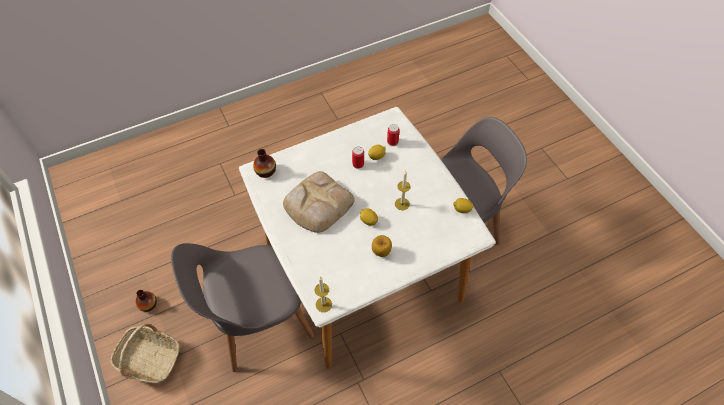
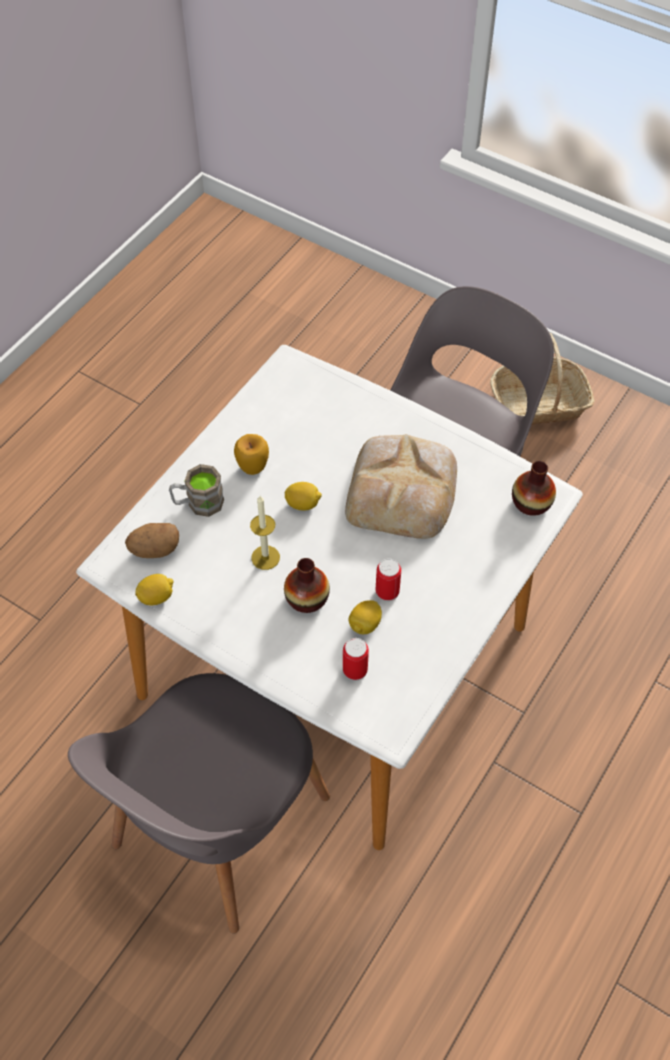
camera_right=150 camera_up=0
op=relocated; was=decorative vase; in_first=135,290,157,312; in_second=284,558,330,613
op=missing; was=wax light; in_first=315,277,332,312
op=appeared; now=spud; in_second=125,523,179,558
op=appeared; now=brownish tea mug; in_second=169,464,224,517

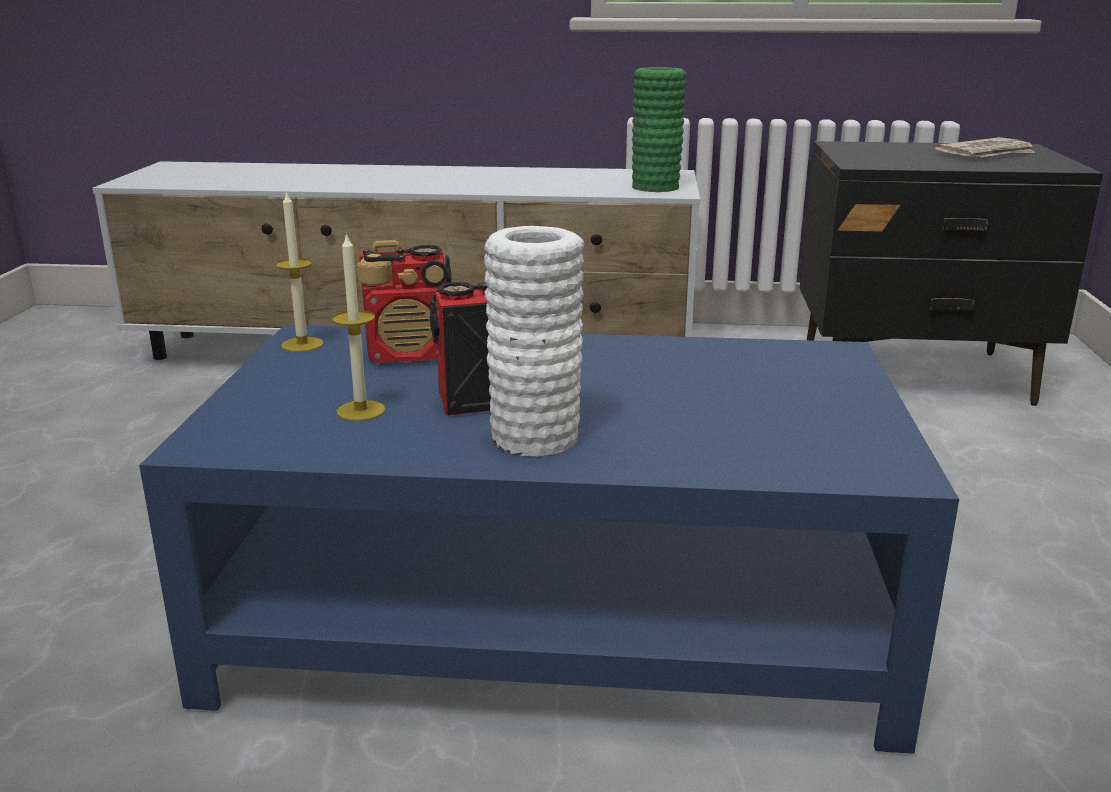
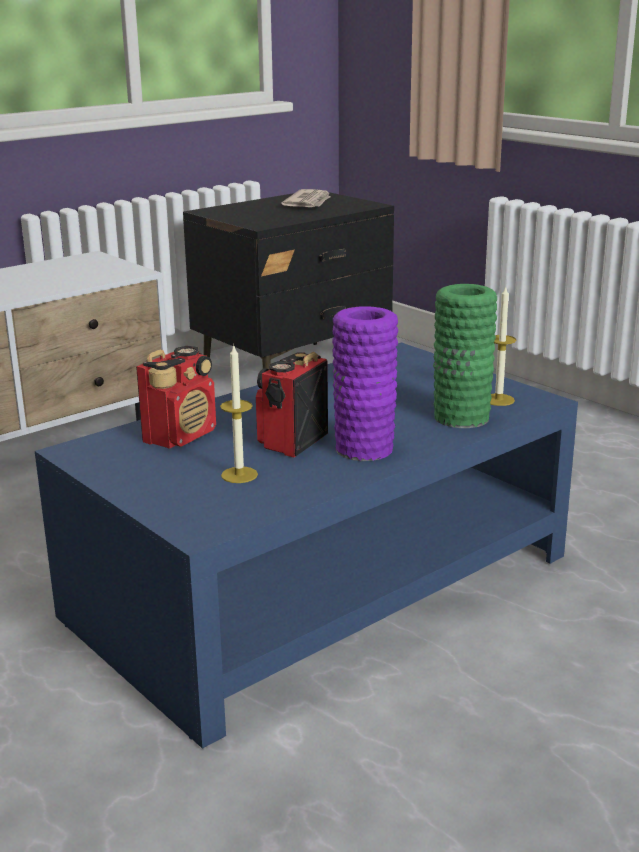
camera_right=-45 camera_up=0
op=relocated; was=wax light; in_first=275,190,324,352; in_second=490,286,516,406
op=colour; was=whitish decorative vase; now=purplish decorative vase; in_first=484,226,584,456; in_second=332,306,398,461
op=relocated; was=green decorative vase; in_first=632,67,686,192; in_second=433,284,497,428

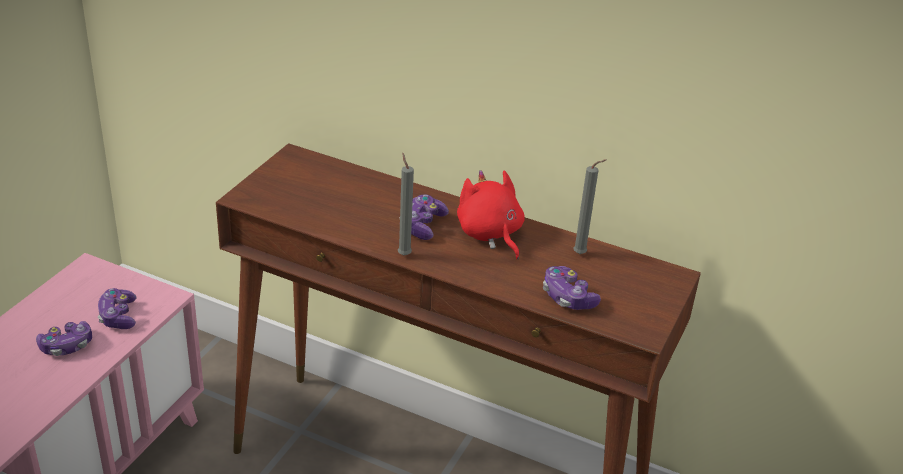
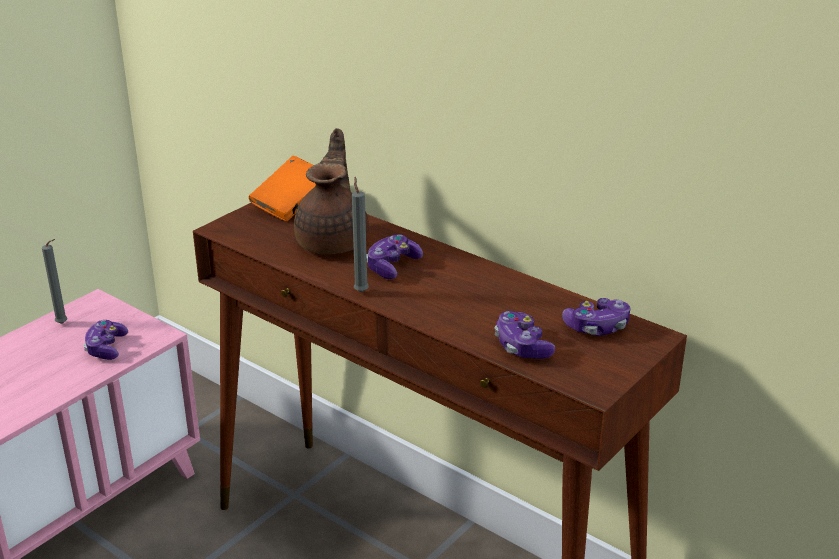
camera_right=15 camera_up=-5
op=relocated; was=gamepad; in_first=36,321,92,356; in_second=562,298,631,336
op=missing; was=red-coloured plush toy; in_first=457,170,525,259
op=relocated; was=greyish wax light; in_first=573,159,606,254; in_second=42,239,67,324
op=appeared; now=orange-coloured book; in_second=249,156,316,221
op=appeared; now=brownish tea pot; in_second=294,128,369,254

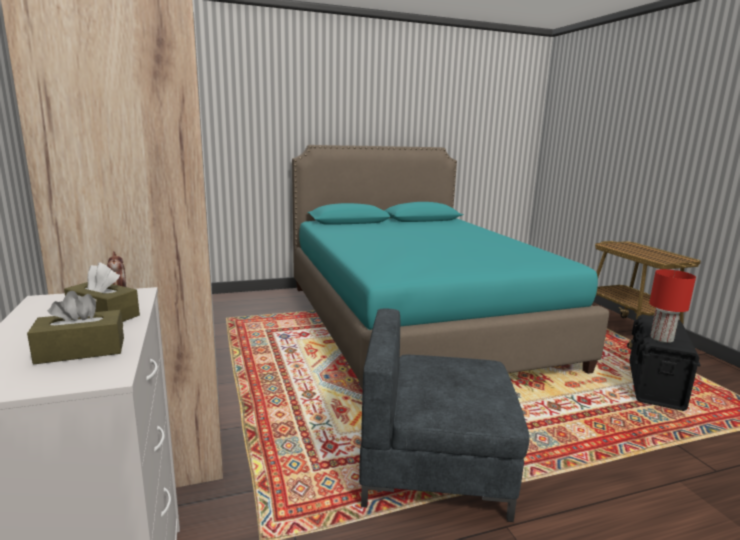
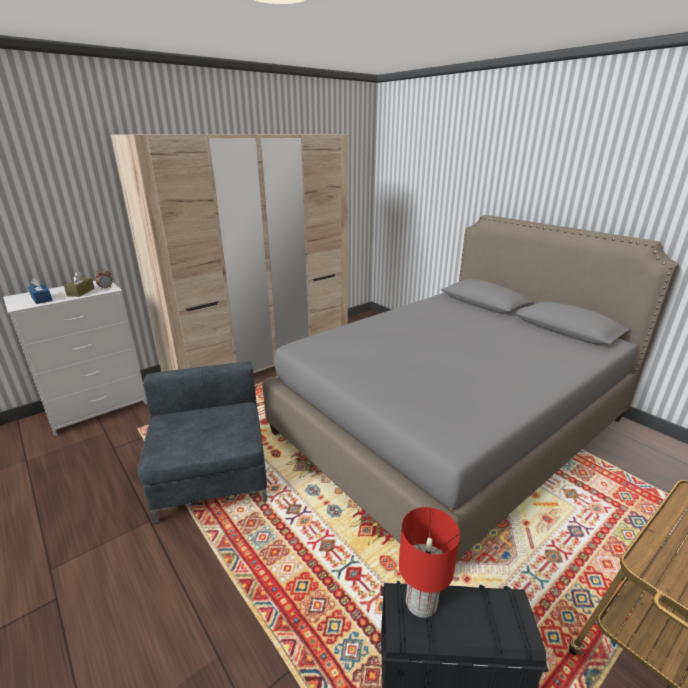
camera_right=70 camera_up=10
op=colour; was=brownish tissue holder; now=blue tissue holder; in_first=27,291,124,364; in_second=28,278,53,304
op=colour; was=turquoise-coloured sleeping bed; now=greyish sleeping bed; in_first=292,145,609,390; in_second=262,215,679,561

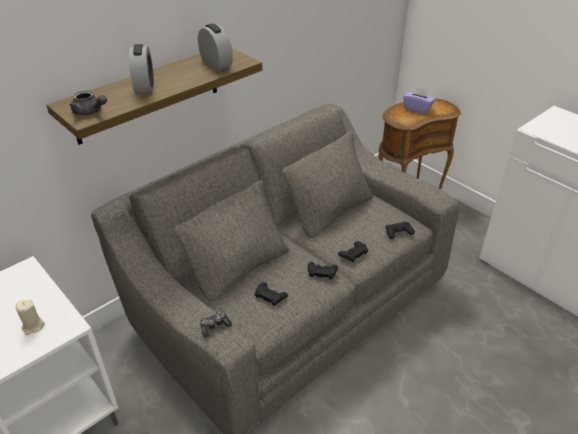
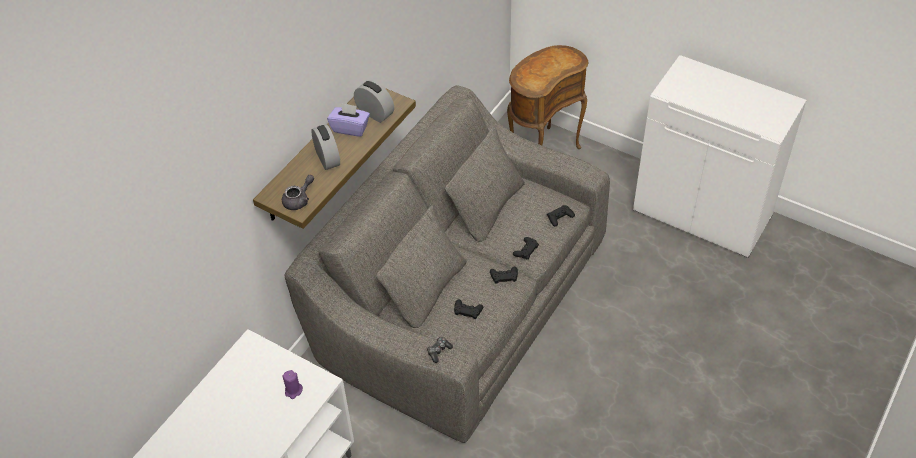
camera_right=-15 camera_up=10
op=colour; was=beige-coloured wax light; now=purplish wax light; in_first=16,300,45,335; in_second=283,370,303,399
op=spun; was=greyish tea pot; in_first=70,90,107,116; in_second=282,175,314,210; clockwise=-60
op=relocated; was=purplish tissue holder; in_first=403,87,435,114; in_second=327,103,370,137

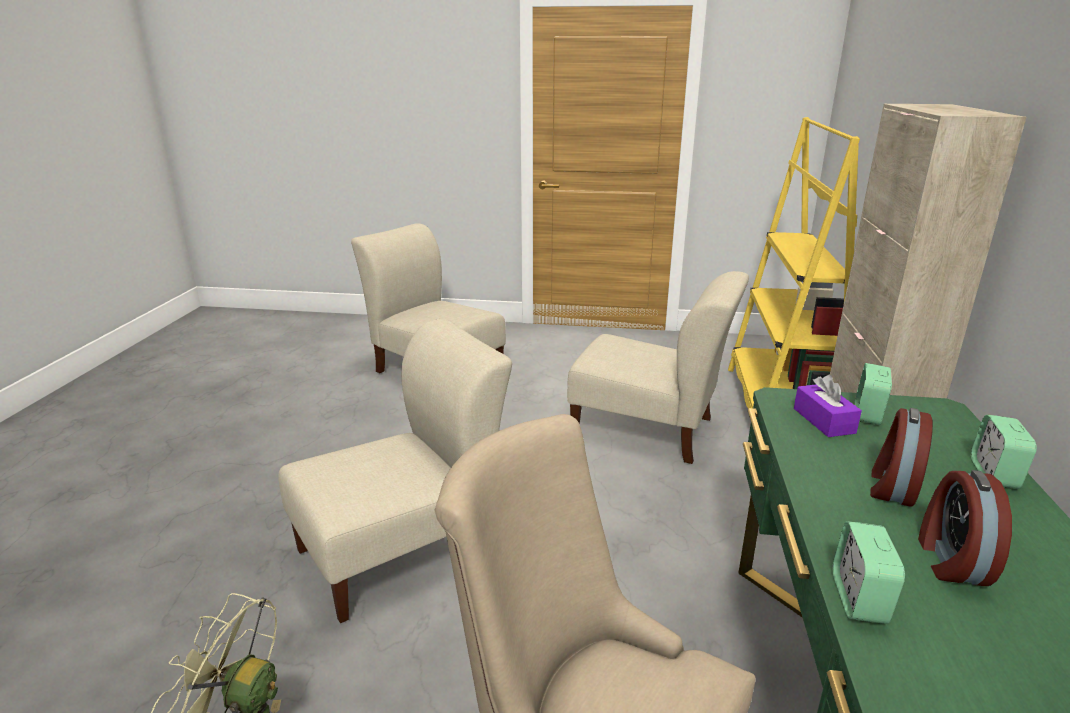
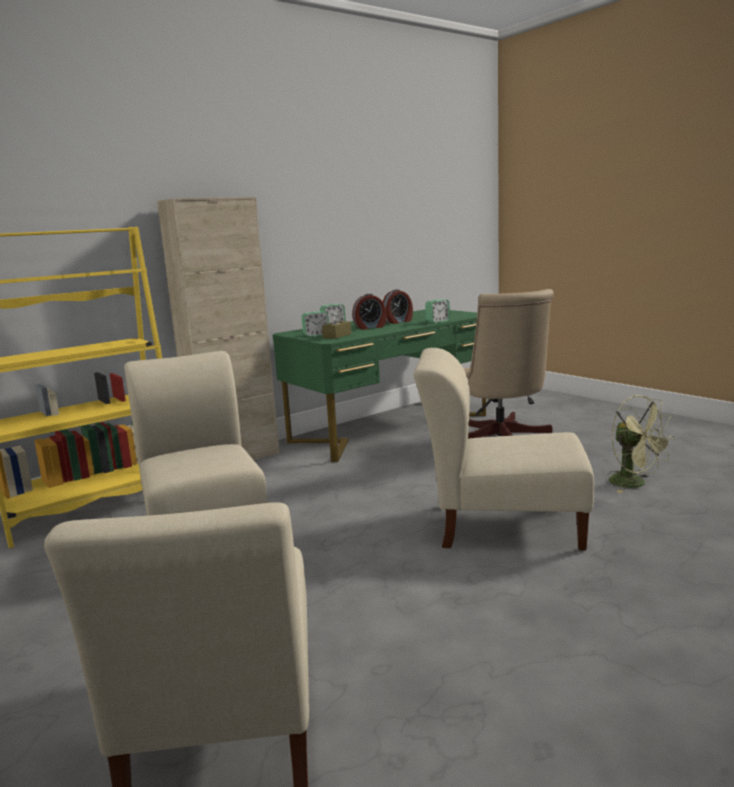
camera_right=-135 camera_up=-10
op=colour; was=purplish tissue holder; now=brownish tissue holder; in_first=794,375,862,437; in_second=322,311,351,339

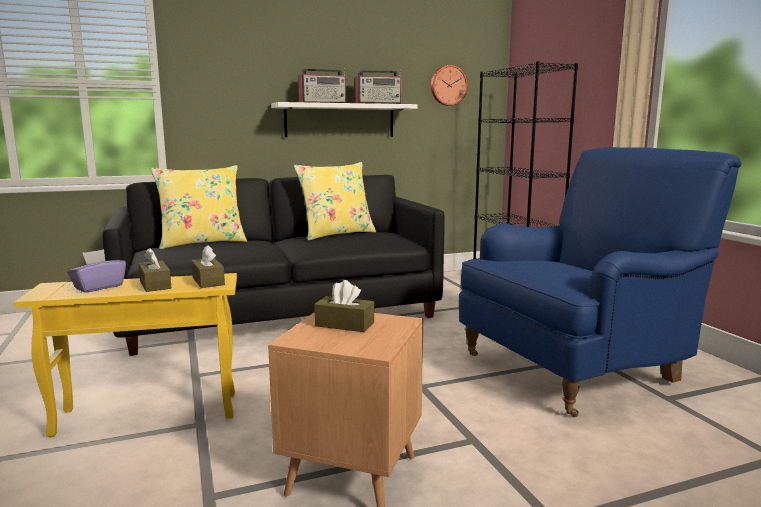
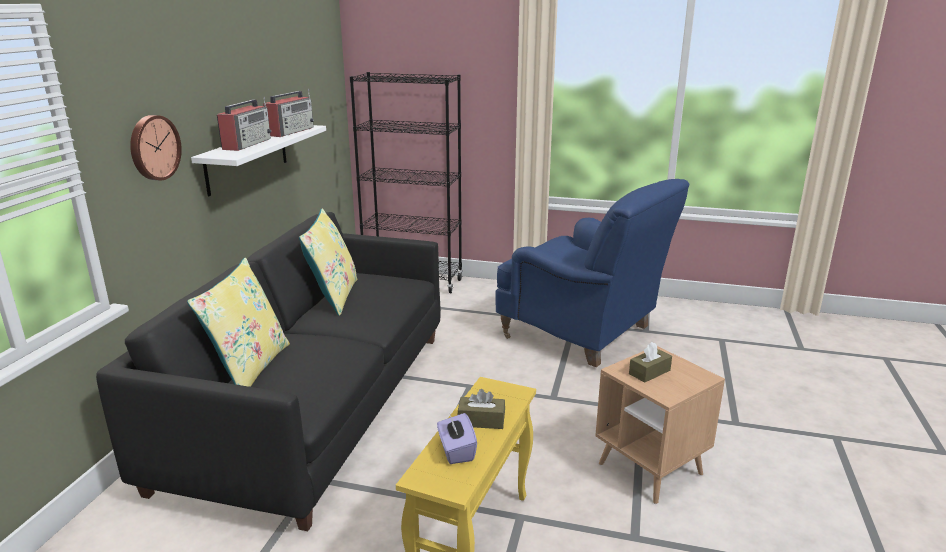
camera_right=-55 camera_up=10
op=missing; was=brownish tissue holder; in_first=191,245,225,288
op=relocated; was=clock on the wall; in_first=431,65,468,106; in_second=130,115,182,180
op=spun; was=blue lounge chair; in_first=459,147,742,417; in_second=495,179,689,367; clockwise=120

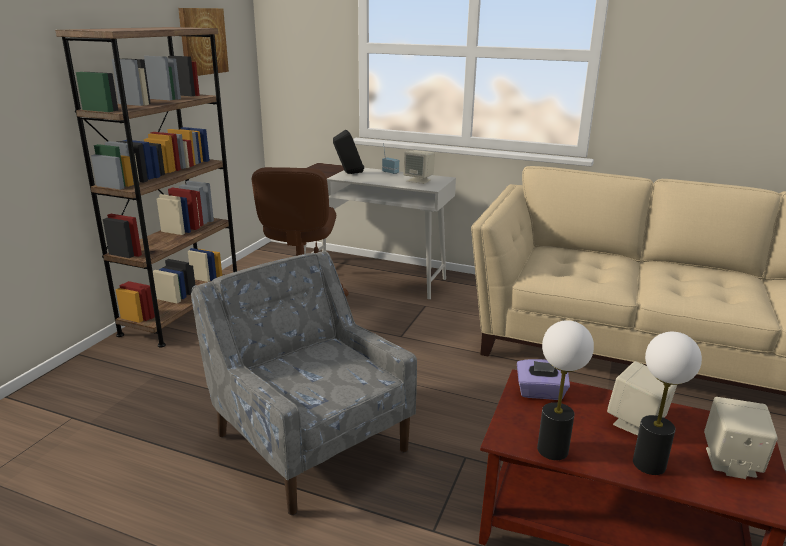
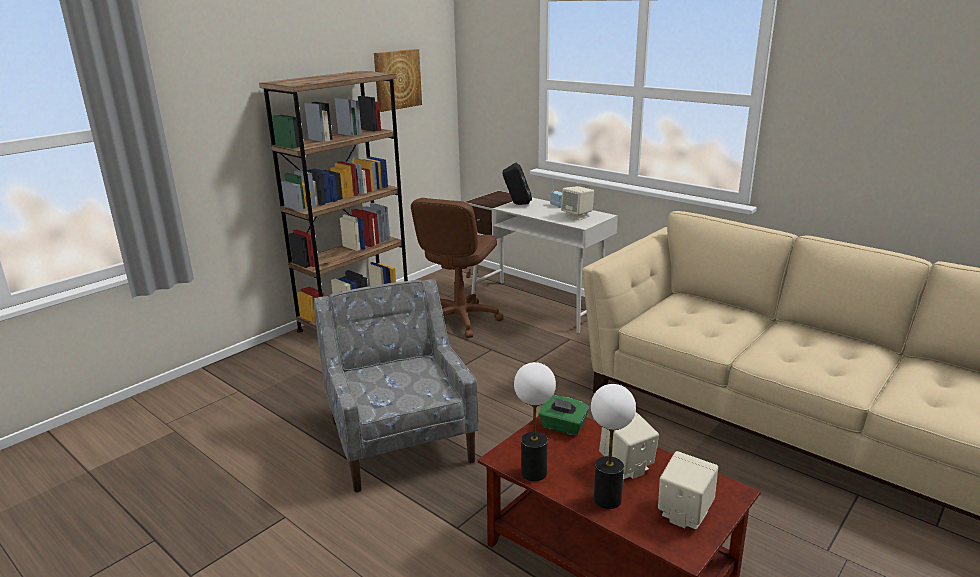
camera_right=20 camera_up=0
op=colour; was=purplish tissue holder; now=green tissue holder; in_first=517,359,570,400; in_second=538,395,589,436

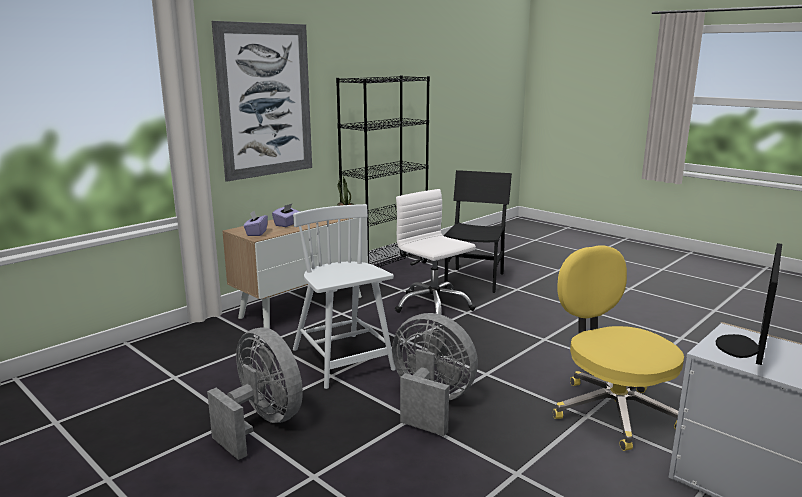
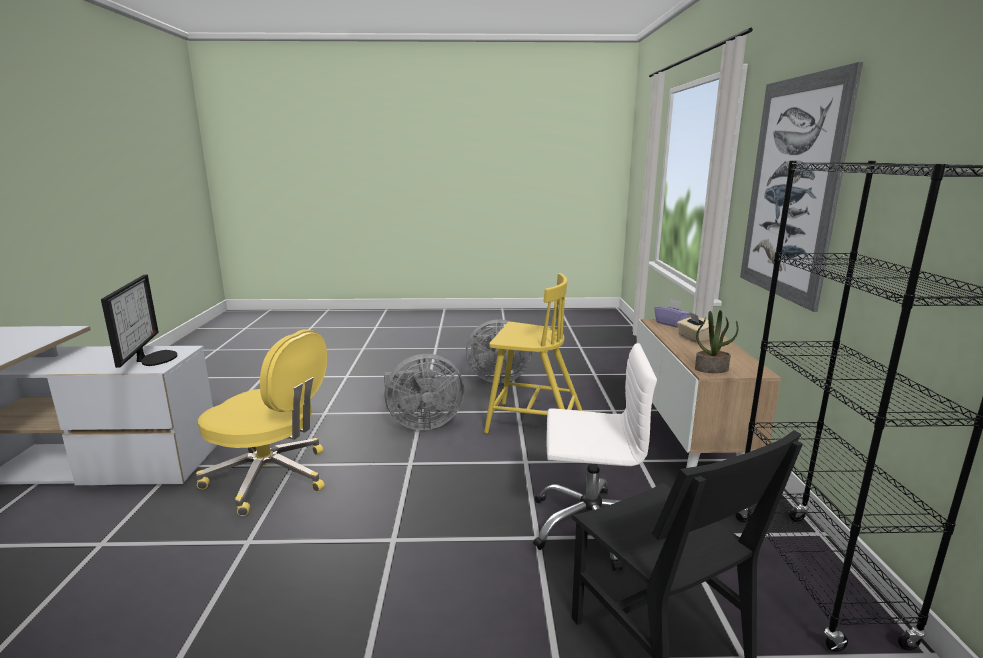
camera_right=135 camera_up=0
op=colour; was=purplish tissue holder; now=beige-coloured tissue holder; in_first=272,204,300,227; in_second=677,312,715,343
op=colour; was=whitish chair; now=yellowish chair; in_first=293,204,396,389; in_second=484,273,583,434

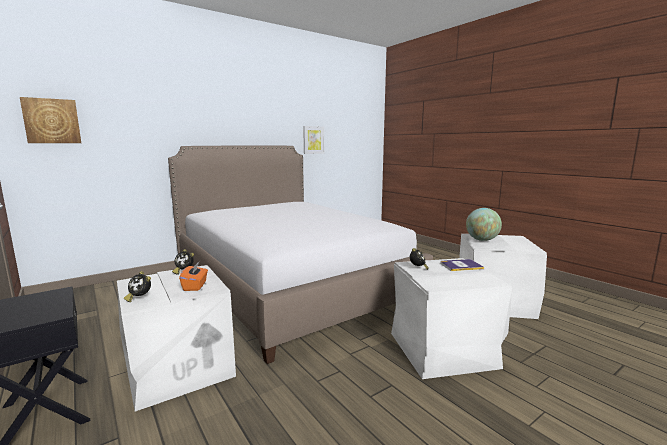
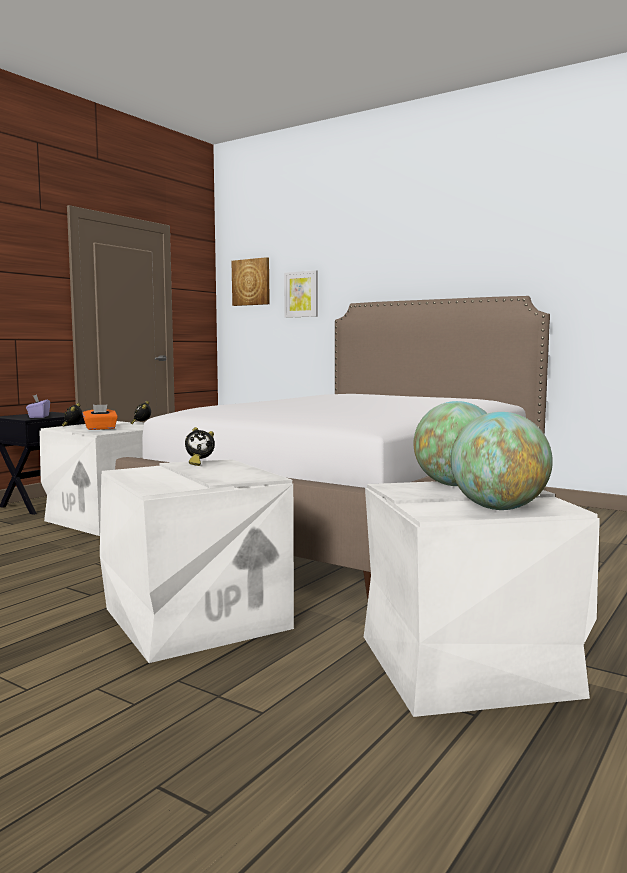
camera_right=70 camera_up=-5
op=relocated; was=wall art; in_first=303,126,324,154; in_second=284,270,318,318
op=missing; was=book; in_first=440,259,484,271
op=appeared; now=purplish tissue holder; in_second=26,394,50,418
op=appeared; now=world globe; in_second=451,412,553,510

